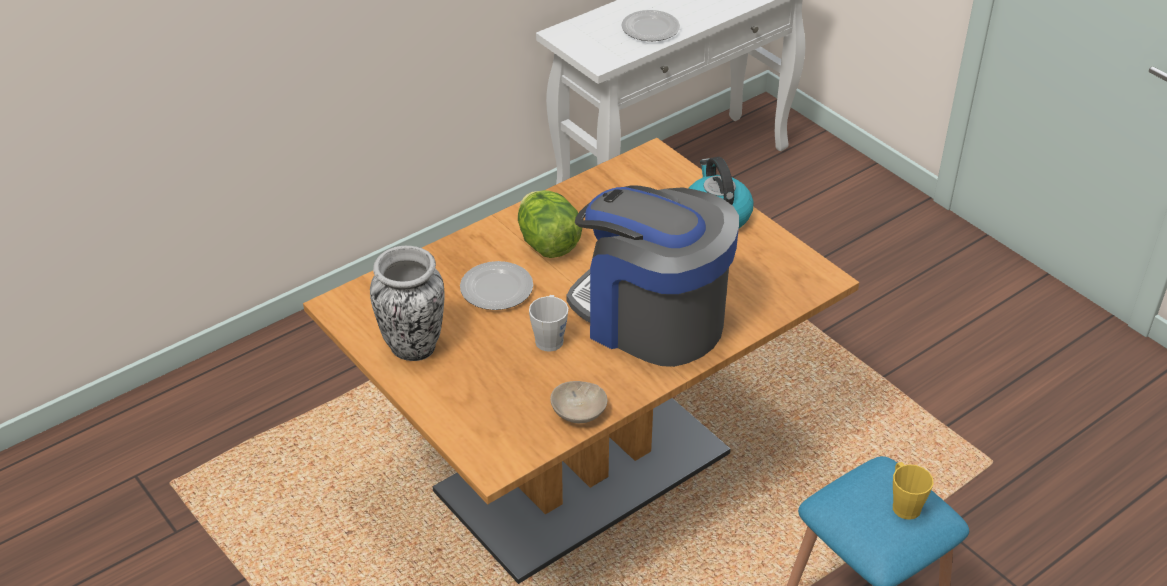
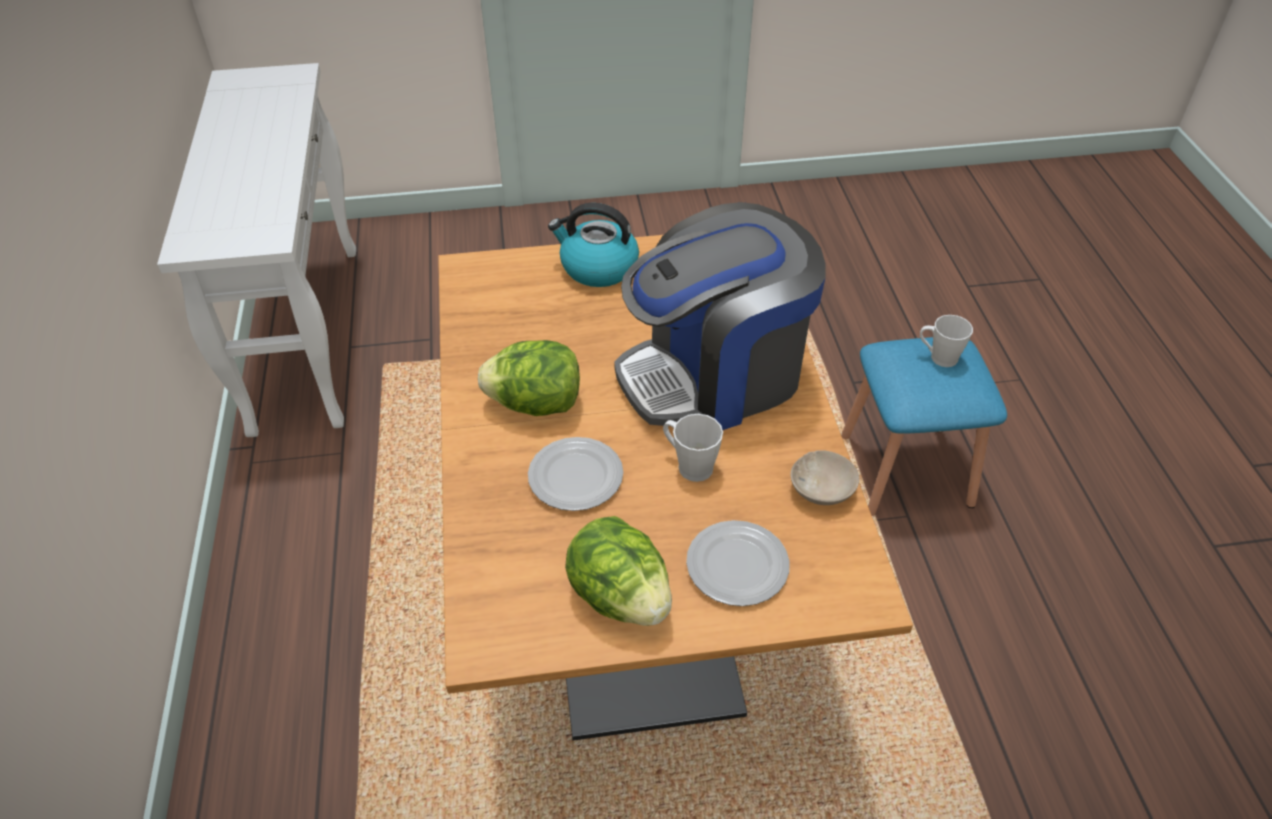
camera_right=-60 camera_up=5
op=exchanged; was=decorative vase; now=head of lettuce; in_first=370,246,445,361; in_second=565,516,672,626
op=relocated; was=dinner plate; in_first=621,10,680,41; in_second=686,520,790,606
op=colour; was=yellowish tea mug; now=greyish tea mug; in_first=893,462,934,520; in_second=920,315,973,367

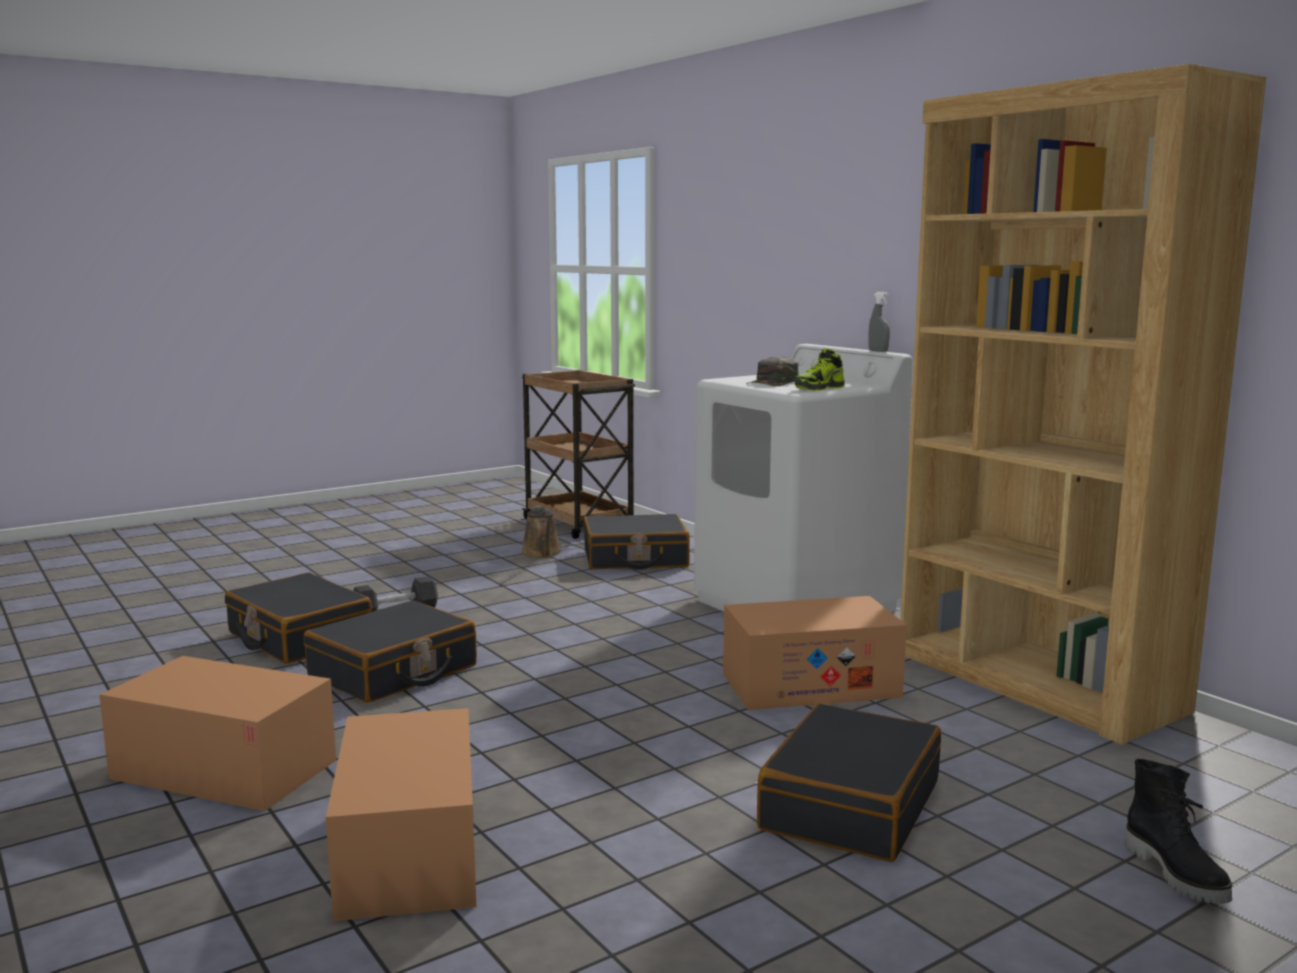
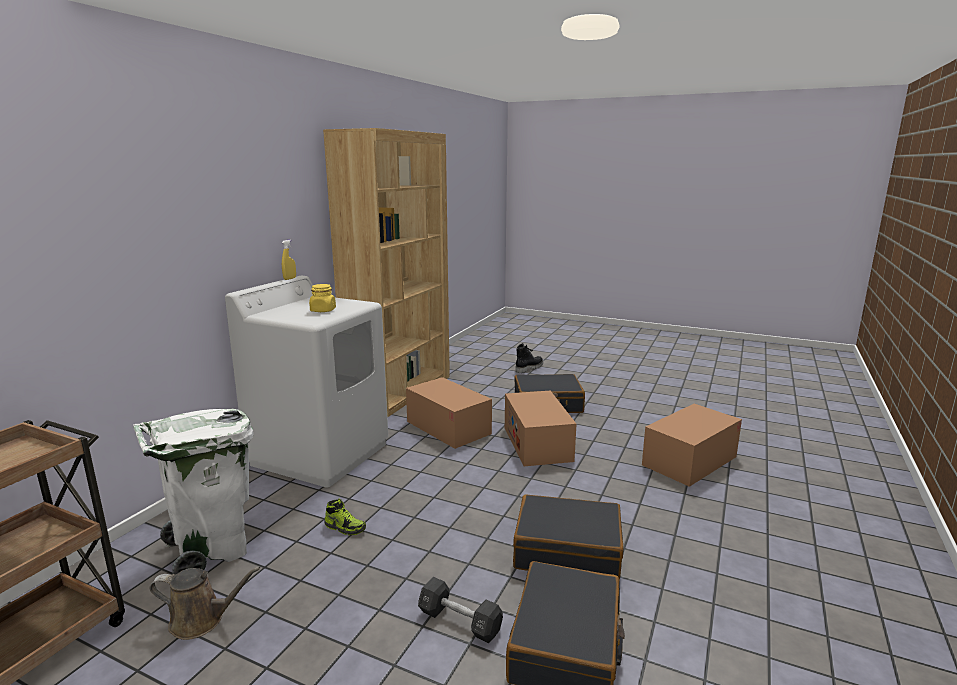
camera_right=-120 camera_up=5
op=relocated; was=carton; in_first=99,656,336,811; in_second=505,391,577,466
op=spun; was=brownish watering pot; in_first=521,506,562,558; in_second=150,567,260,640; clockwise=45
op=exchanged; was=black-coloured suitcase; now=whitish rubbish bin; in_first=584,514,690,570; in_second=133,409,254,575
op=exchanged; was=green peaked cap; now=yellowish preserve jar; in_first=746,357,799,386; in_second=309,284,336,312
op=relocated; was=shoe; in_first=795,348,845,391; in_second=324,498,366,535
op=colour; was=greyish spray bottle; now=yellowish spray bottle; in_first=868,292,890,352; in_second=282,240,296,280

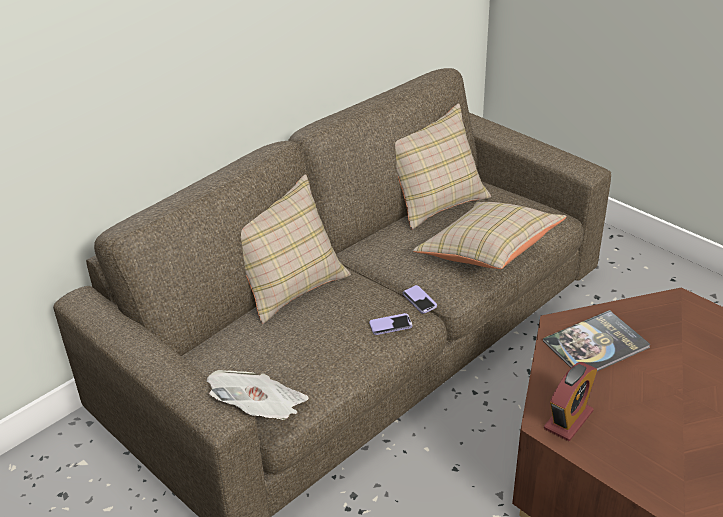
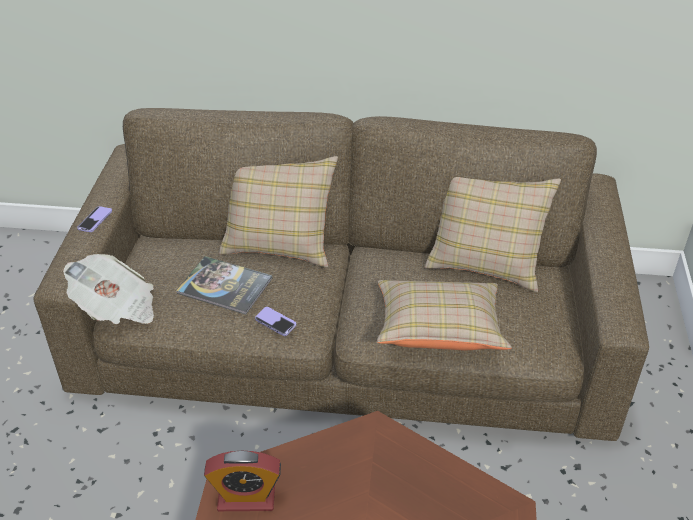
camera_right=50 camera_up=5
op=relocated; was=telephone; in_first=403,285,437,314; in_second=77,206,112,232
op=relocated; was=book; in_first=543,310,651,371; in_second=176,256,272,315

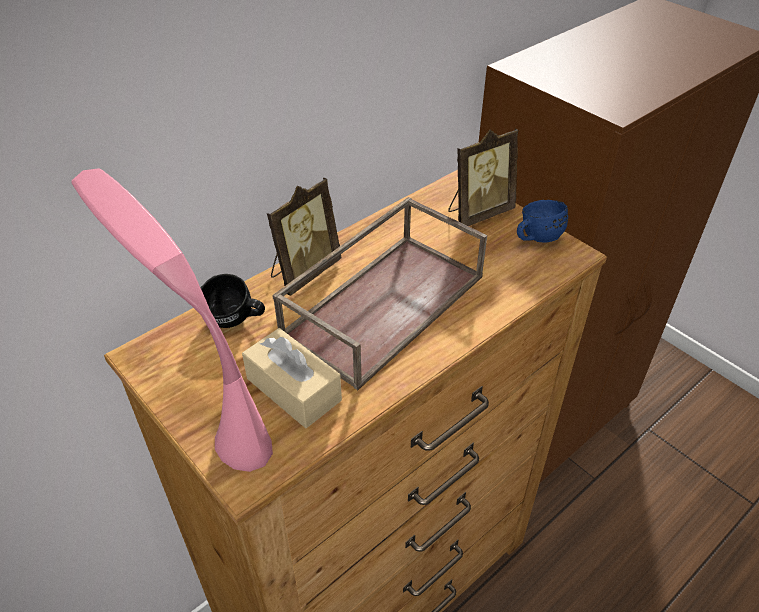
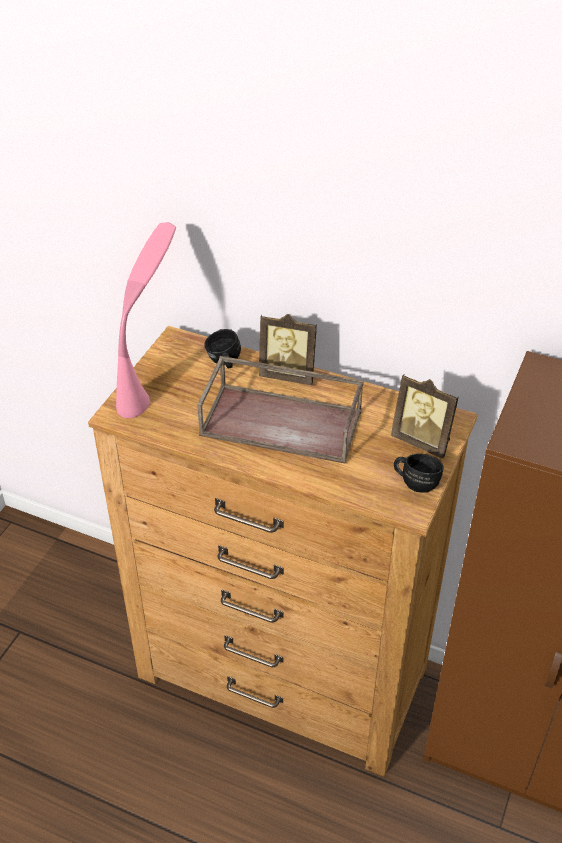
camera_right=65 camera_up=0
op=missing; was=beige-coloured tissue holder; in_first=242,328,342,428
op=colour; was=blue tea mug; now=black-coloured tea mug; in_first=517,200,568,243; in_second=394,453,444,493

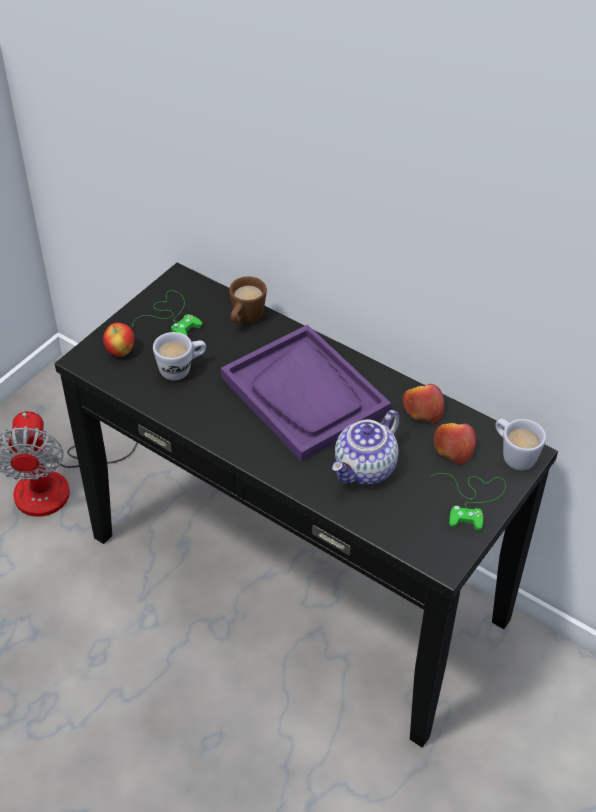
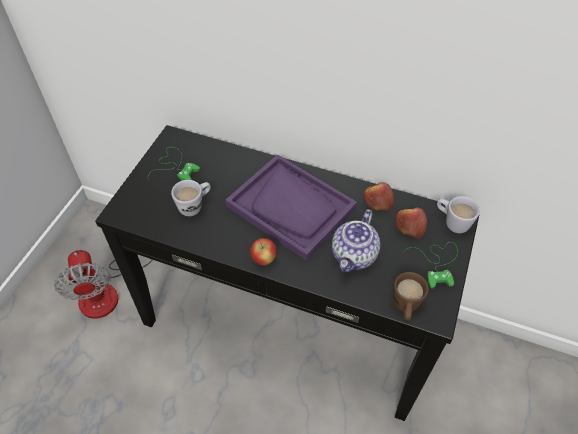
camera_right=-15 camera_up=5
op=relocated; was=apple; in_first=103,323,134,357; in_second=250,238,277,266
op=relocated; was=brownish tea mug; in_first=229,276,267,323; in_second=393,272,429,321

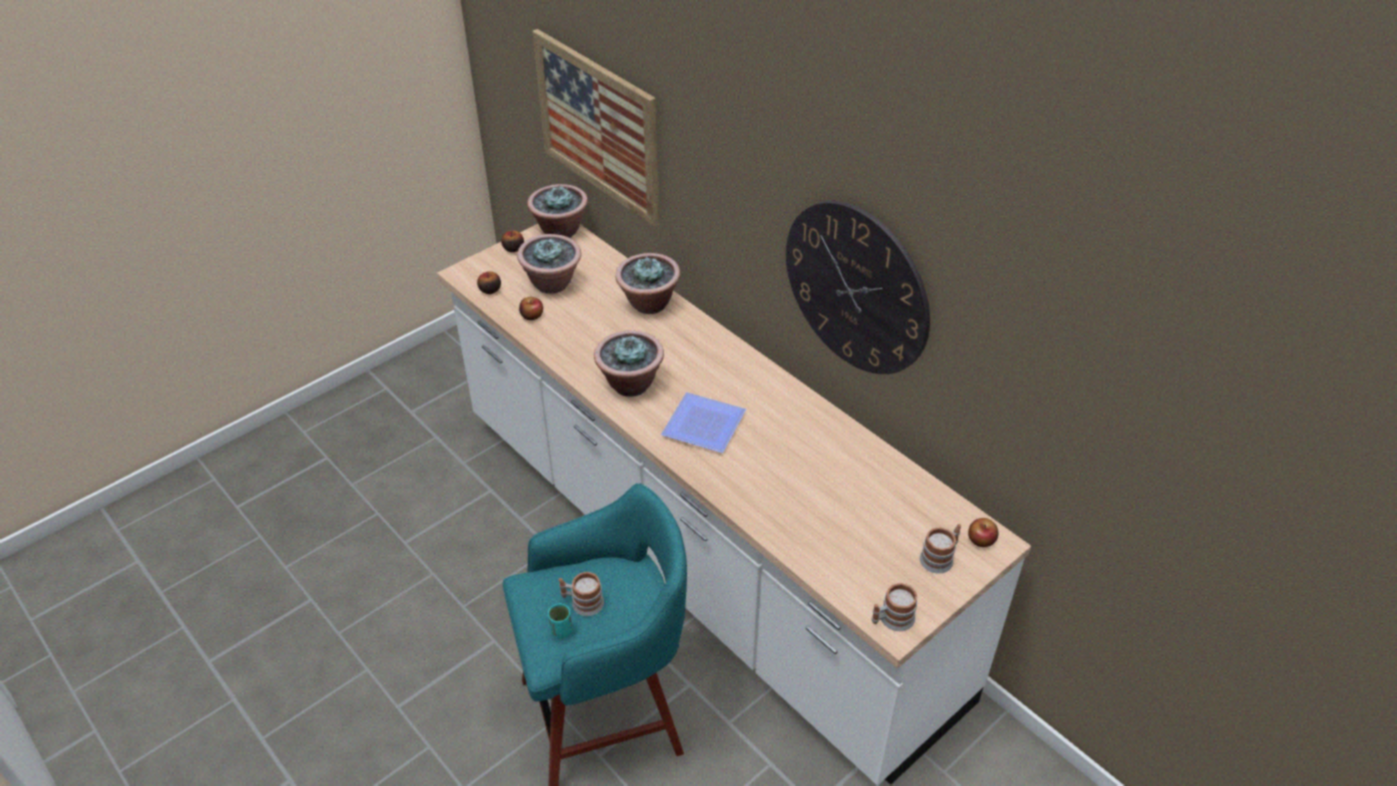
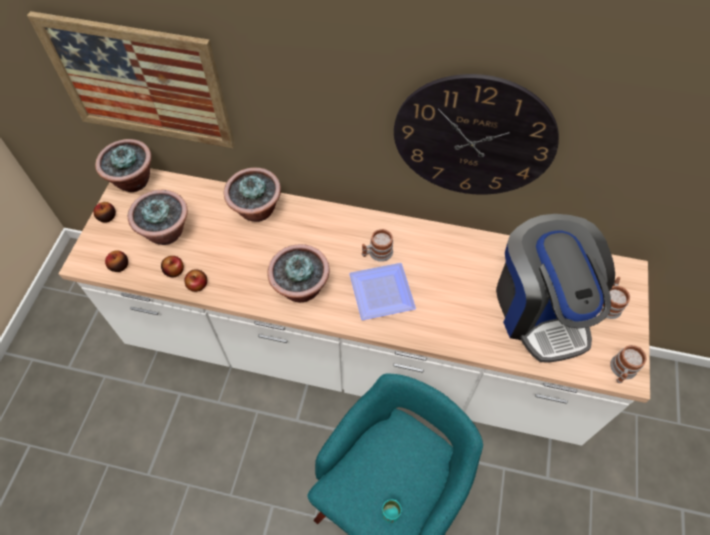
camera_right=-35 camera_up=15
op=relocated; was=tea mug; in_first=559,572,604,616; in_second=362,229,393,262
op=relocated; was=apple; in_first=968,518,998,547; in_second=185,269,207,292
op=appeared; now=coffee maker; in_second=496,214,615,363

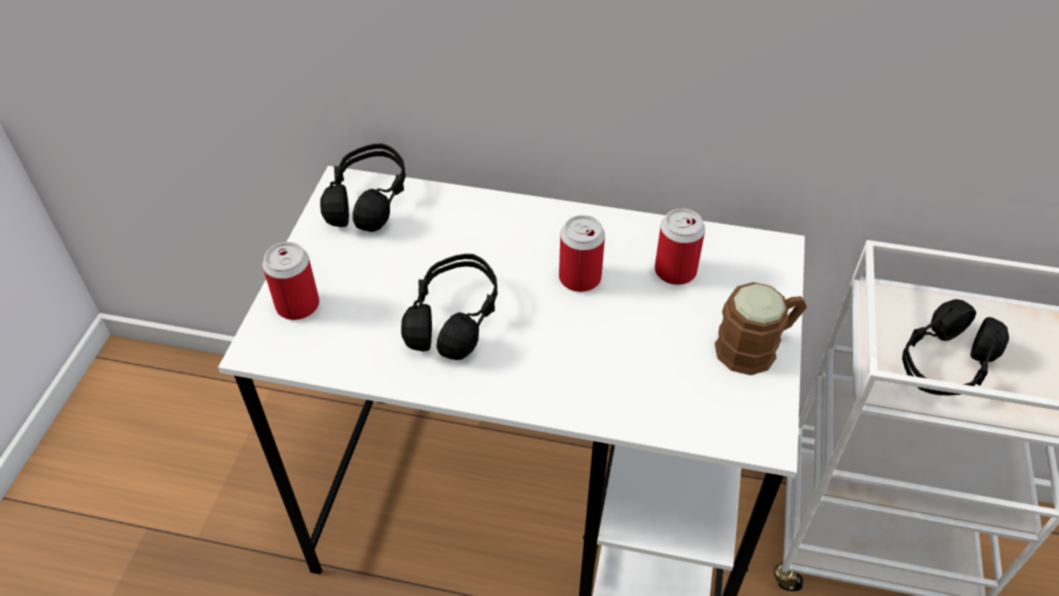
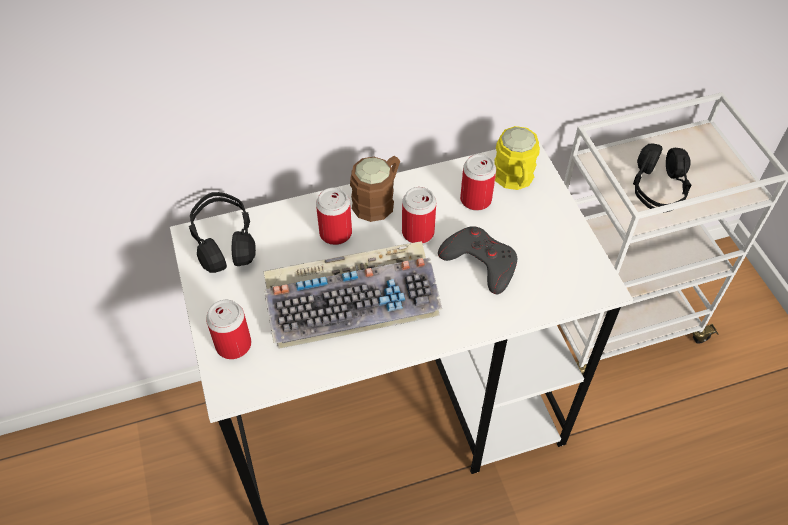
camera_right=-30 camera_up=5
op=exchanged; was=black-coloured headset; now=PC keyboard; in_first=401,254,497,360; in_second=263,241,442,349
op=relocated; was=brownish tea mug; in_first=715,282,807,375; in_second=350,156,400,222
op=appeared; now=sealed can; in_second=316,188,352,245
op=appeared; now=greyish gamepad; in_second=438,226,517,294
op=appeared; now=yellowish tea mug; in_second=494,126,540,190

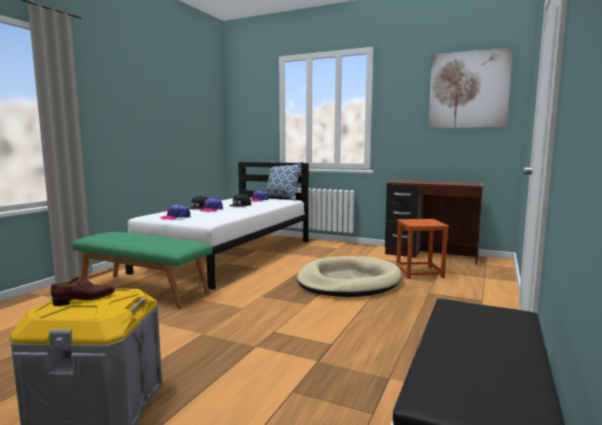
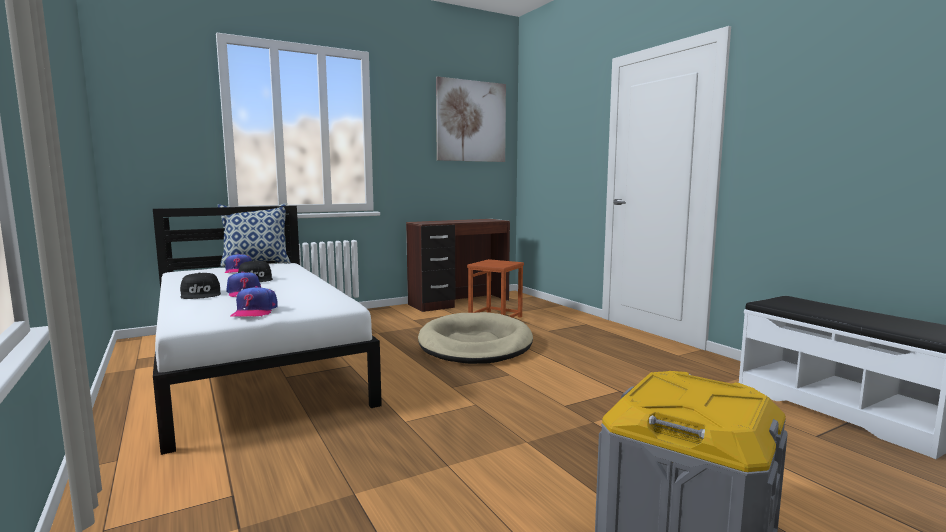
camera_right=-55 camera_up=0
op=missing; was=brownish shoe; in_first=51,276,115,306
op=missing; was=green indoor bench; in_first=72,232,213,309

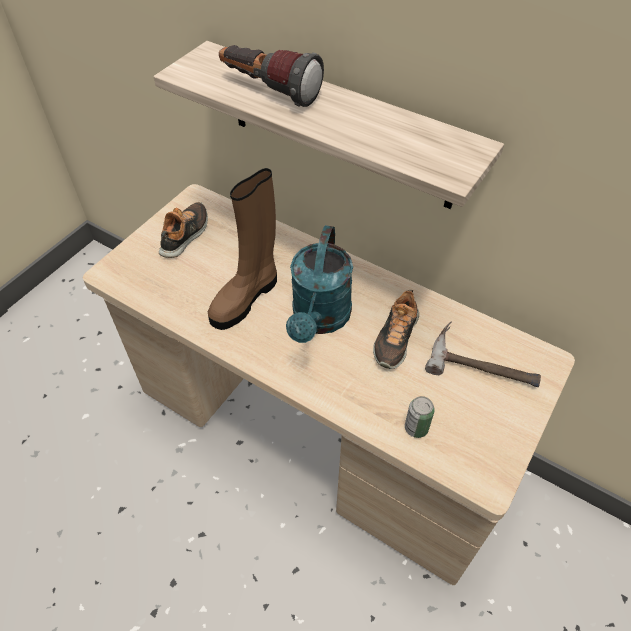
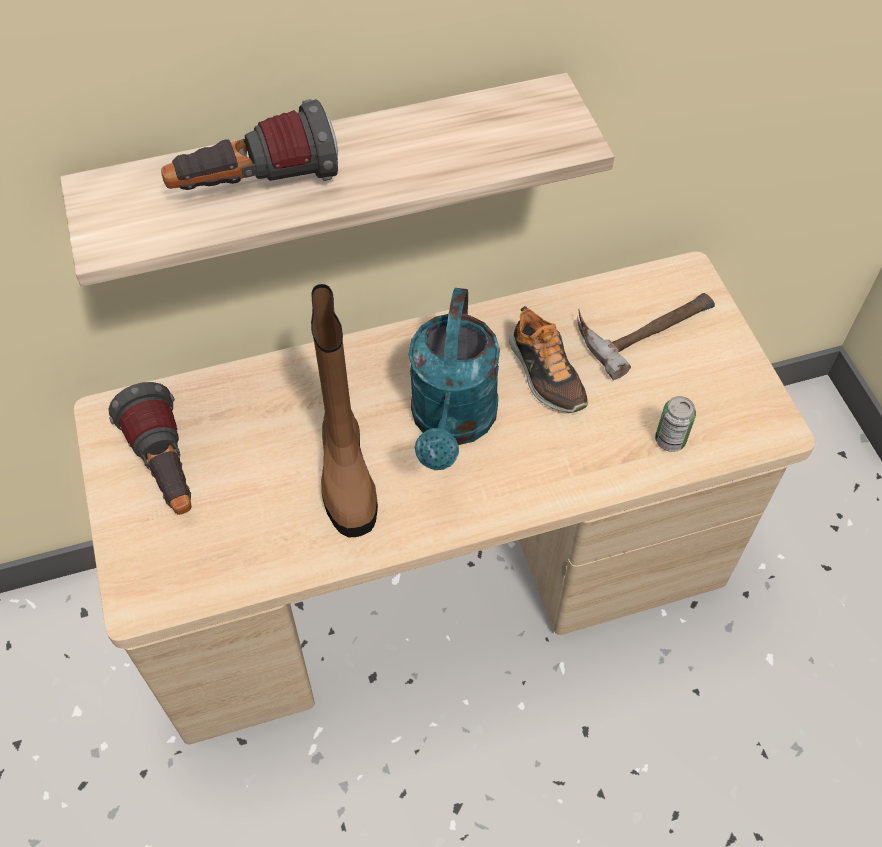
camera_right=-50 camera_up=5
op=exchanged; was=shoe; now=hand torch; in_first=159,202,208,258; in_second=108,382,192,515
op=spun; was=turquoise-coloured watering pot; in_first=286,225,353,343; in_second=409,288,500,470; clockwise=45

